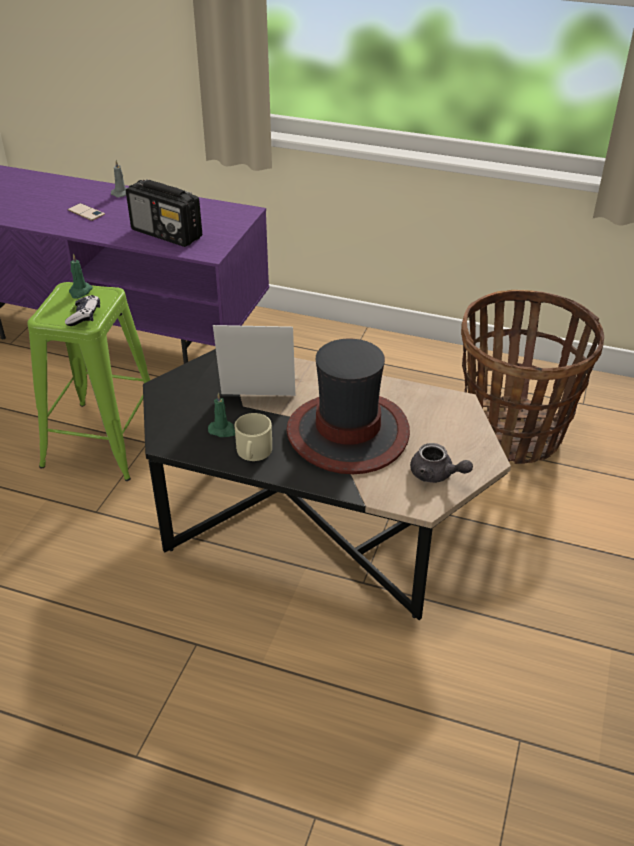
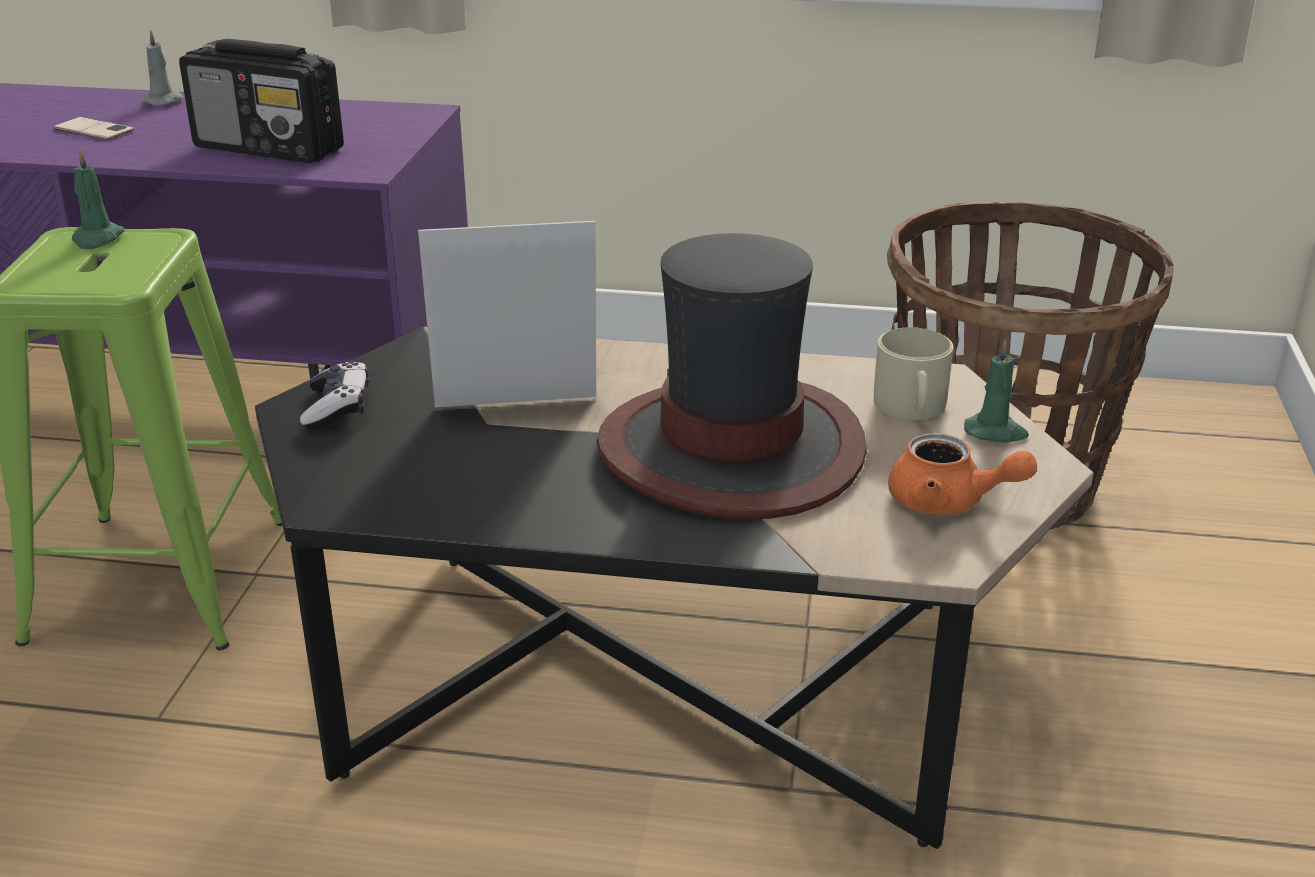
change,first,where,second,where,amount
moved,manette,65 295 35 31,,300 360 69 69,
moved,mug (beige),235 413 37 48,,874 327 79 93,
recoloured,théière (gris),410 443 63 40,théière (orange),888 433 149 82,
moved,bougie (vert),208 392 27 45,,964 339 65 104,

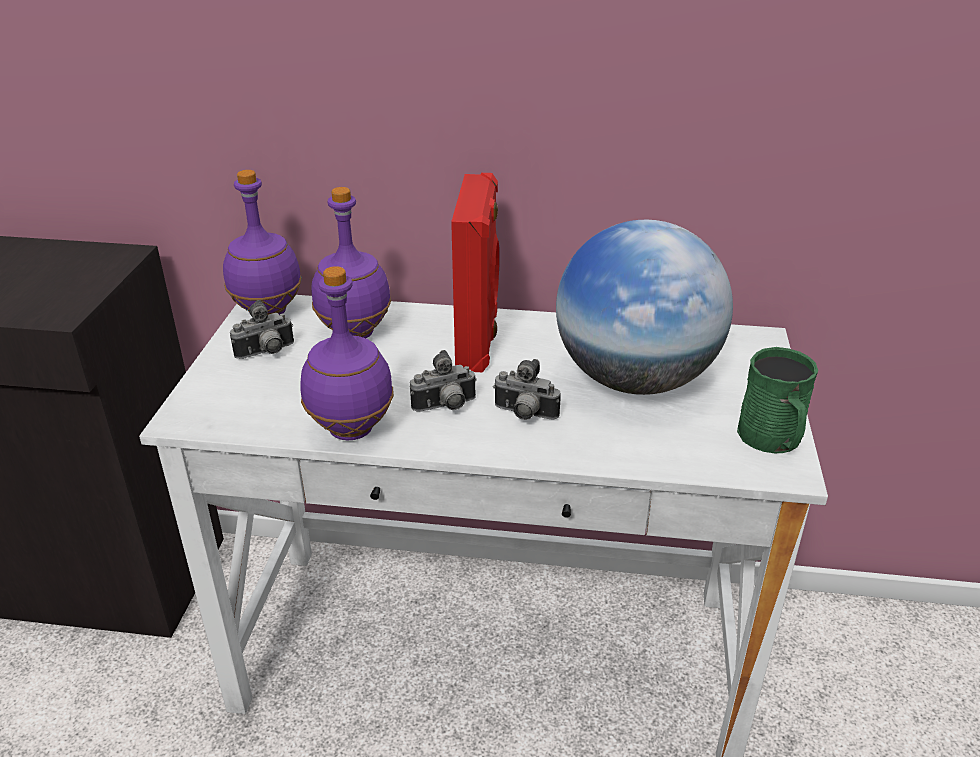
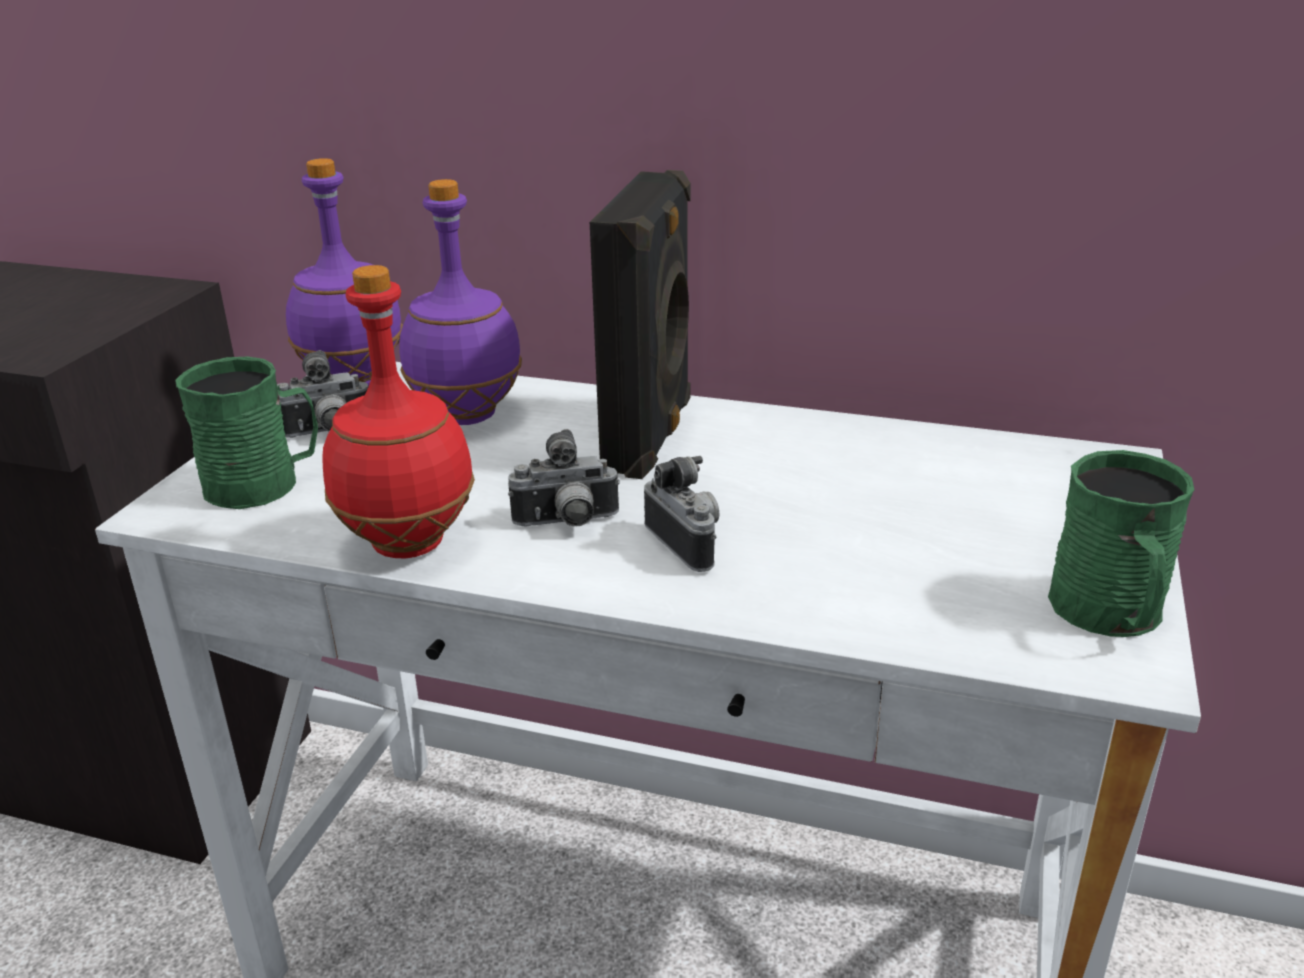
change,first,where,second,where,amount
added,,,mug (vert),175 356 143 153,
recoloured,bouteille (violet),300 266 94 174,bouteille (rouge),322 265 153 293,
recoloured,enceinte (rouge),451 173 48 199,enceinte (noir),590 170 100 309,
turned,appareil photo,493 359 68 61,,644 456 75 116,150 degrees counterclockwise
removed,globe,556 220 177 175,,,

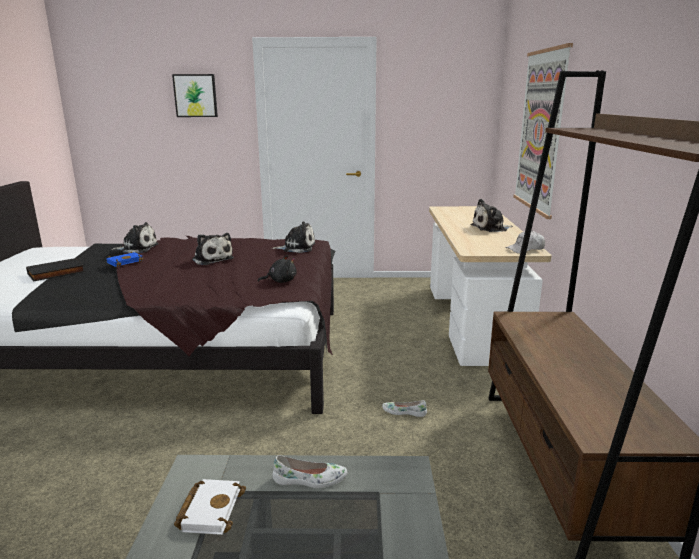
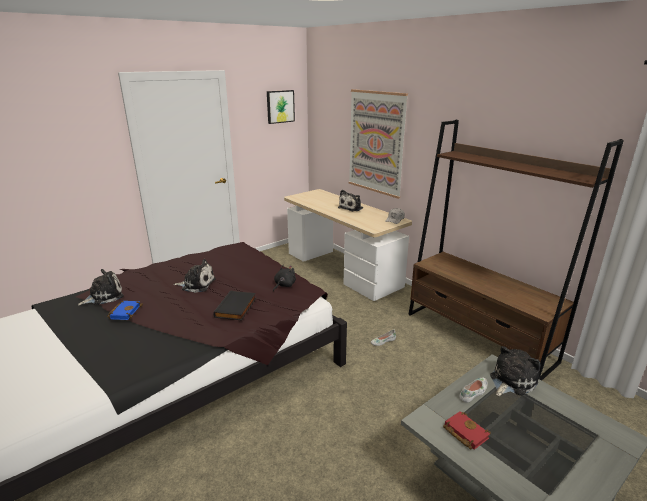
change,first,where,second,where,amount
moved,livre (noir),26 258 59 23,,213 290 43 31,
moved,tableau,172 74 46 43,,267 90 28 34,
recoloured,livre (blanc),174 479 72 56,livre (rouge),443 411 48 39,
moved,peluche,272 221 43 32,,490 346 51 50,

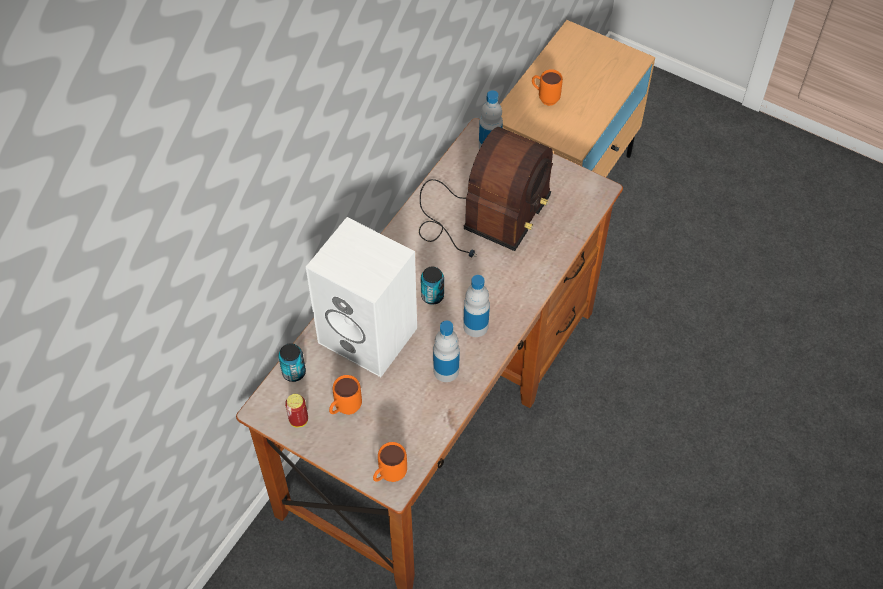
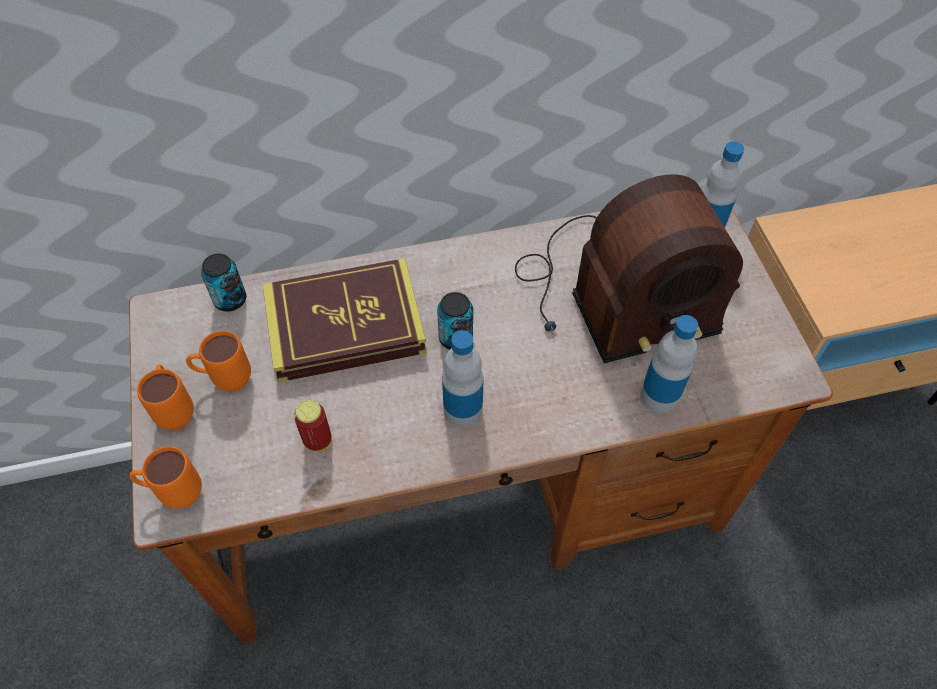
change,first,where,second,where,amount
moved,mug (orange),532 69 31 37,,137 364 57 66,
replaced,enceinte (blanc),306 217 111 160,livre,263 258 163 124,
moved,boîte métallique,285 394 23 33,,294 400 38 52,
moved,bouteille,433 321 27 61,,640 315 58 98,

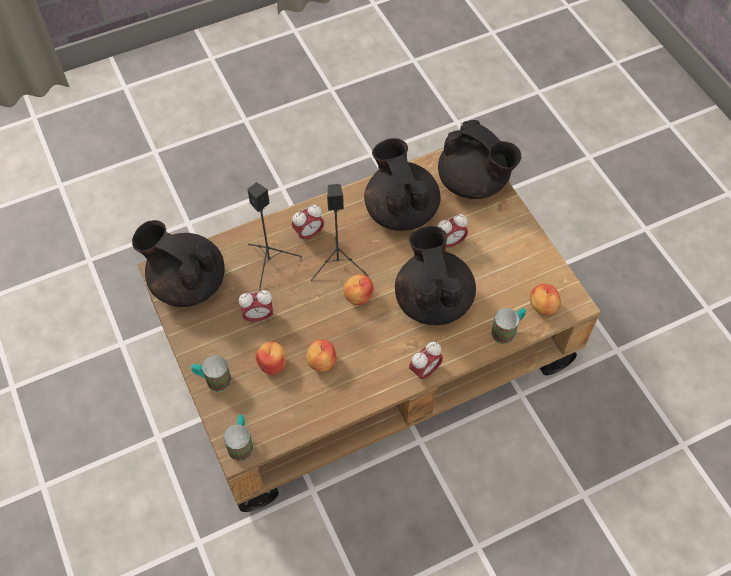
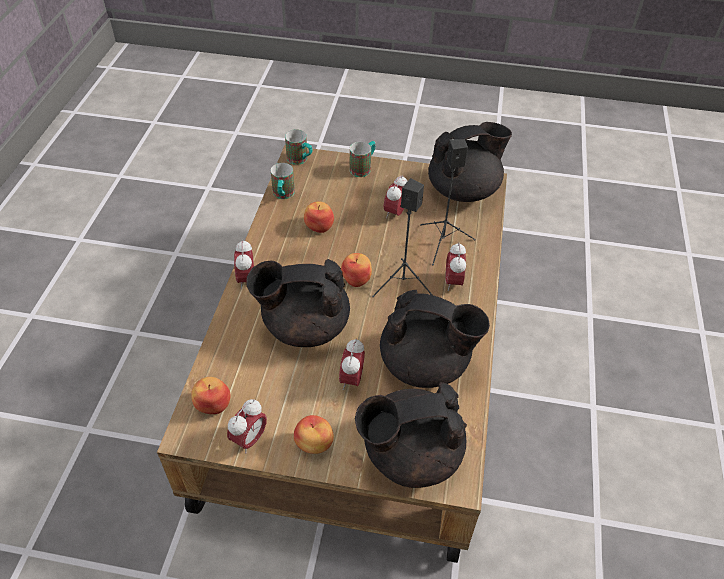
change,first,where,second,where,amount
added,,,réveil,227 399 40 55,
turned,théière (noir),395 226 81 99,,246 259 104 88,150 degrees clockwise
moved,mug,491 308 35 36,,271 163 24 36,
moved,pomme,256 342 30 33,,294 415 40 39,

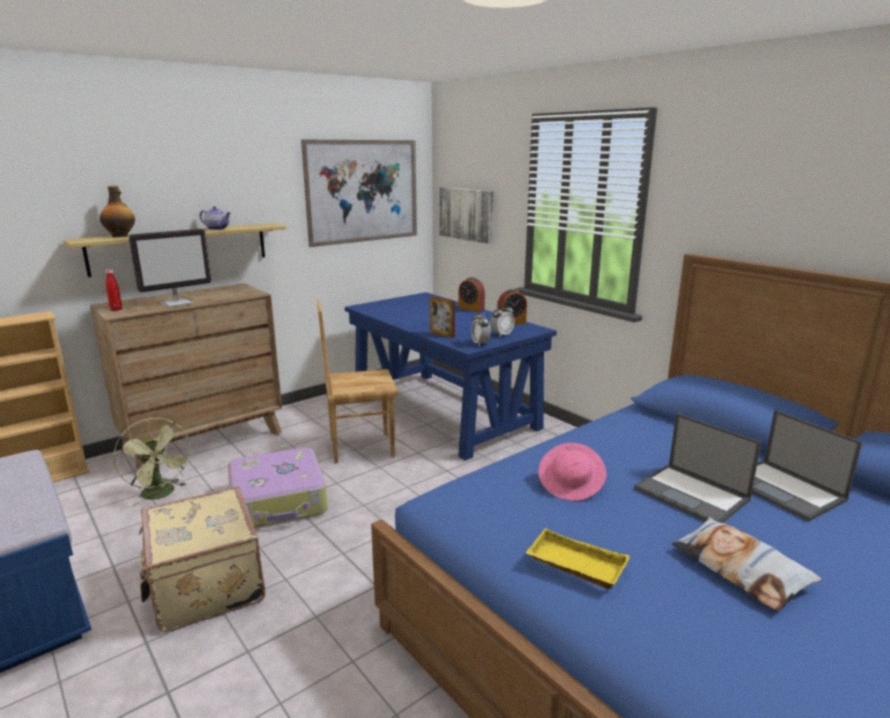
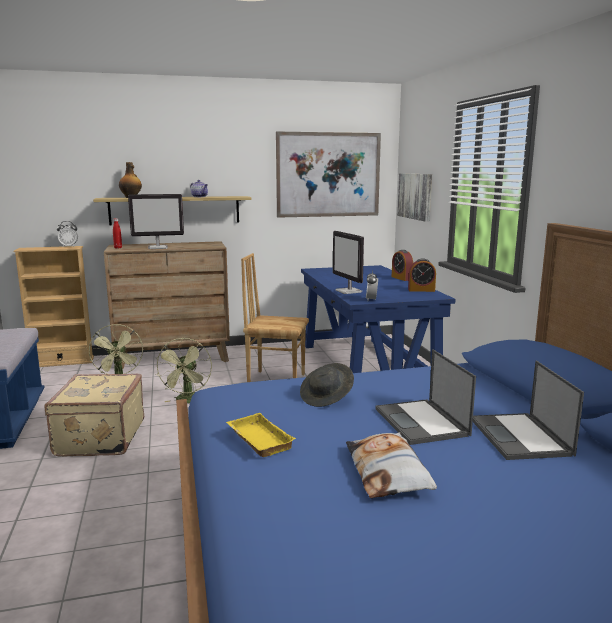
change,first,where,second,where,amount
moved,réveil,490 303 25 33,,57 221 21 26,
replaced,valise,227 447 101 81,ventilateur (vert),155 338 57 65,
recoloured,chapeau (rose),538 443 68 58,chapeau (gris),300 363 54 44,
replaced,cadre photo,430 296 25 42,écran d'ordinateur,333 231 31 63,

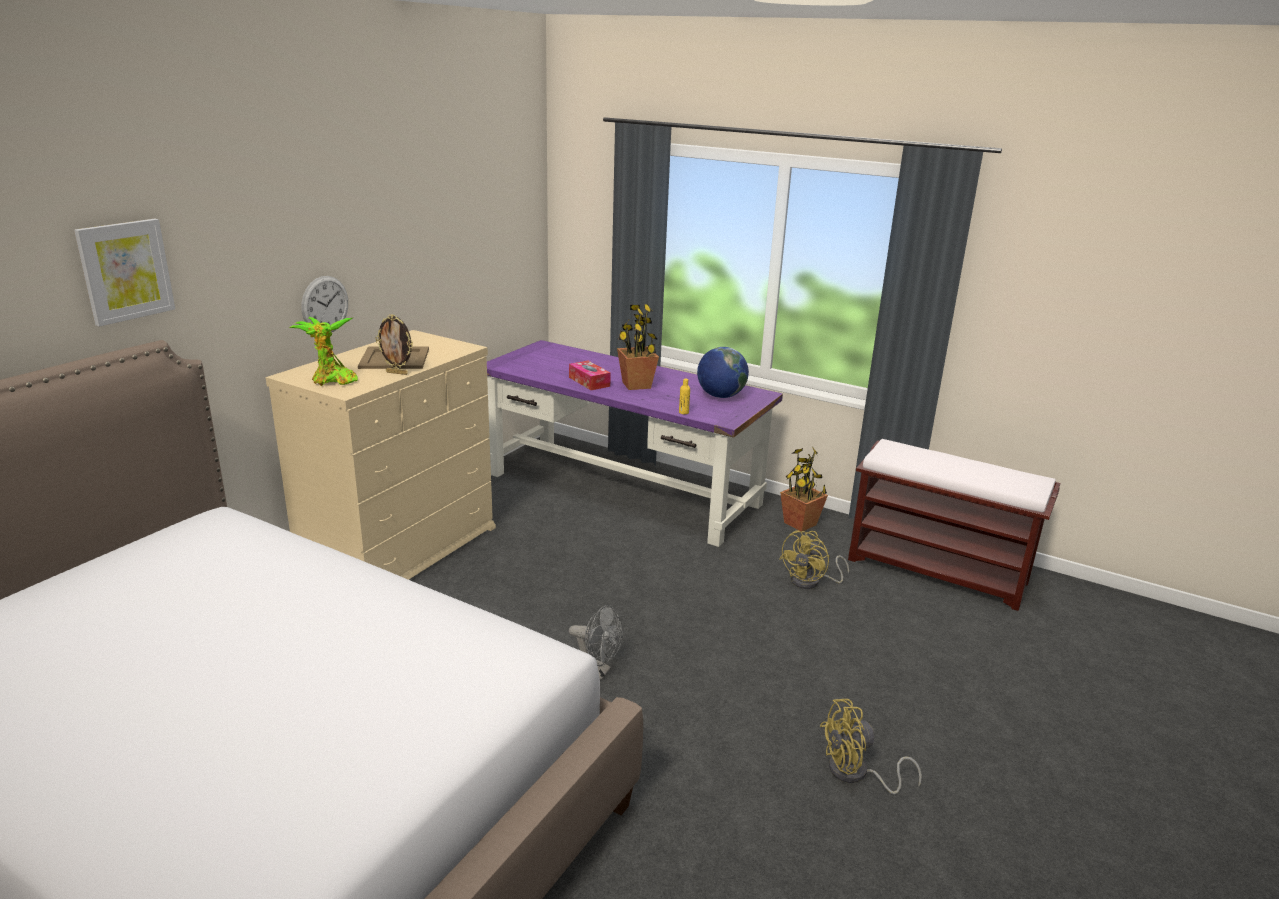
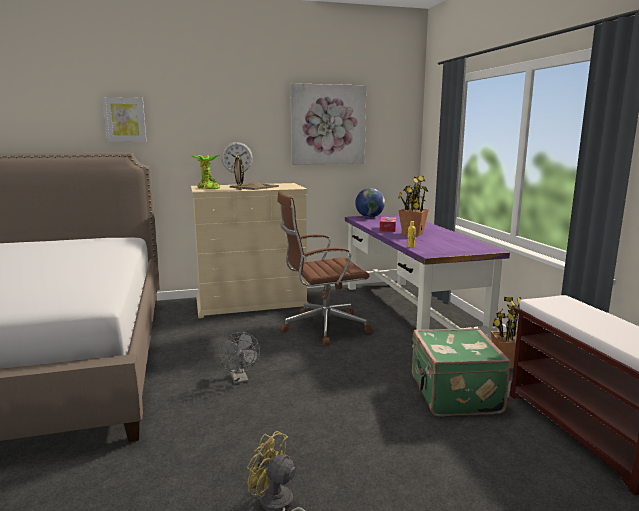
change,first,where,second,where,amount
added,,,chaise de bureau (marron),277 191 95 155,
added,,,tableau,290 83 76 82,
moved,globe,697 347 52 51,,355 188 30 29,
replaced,ventilateur (jaune),779 530 70 59,valise (vert),412 328 99 88,

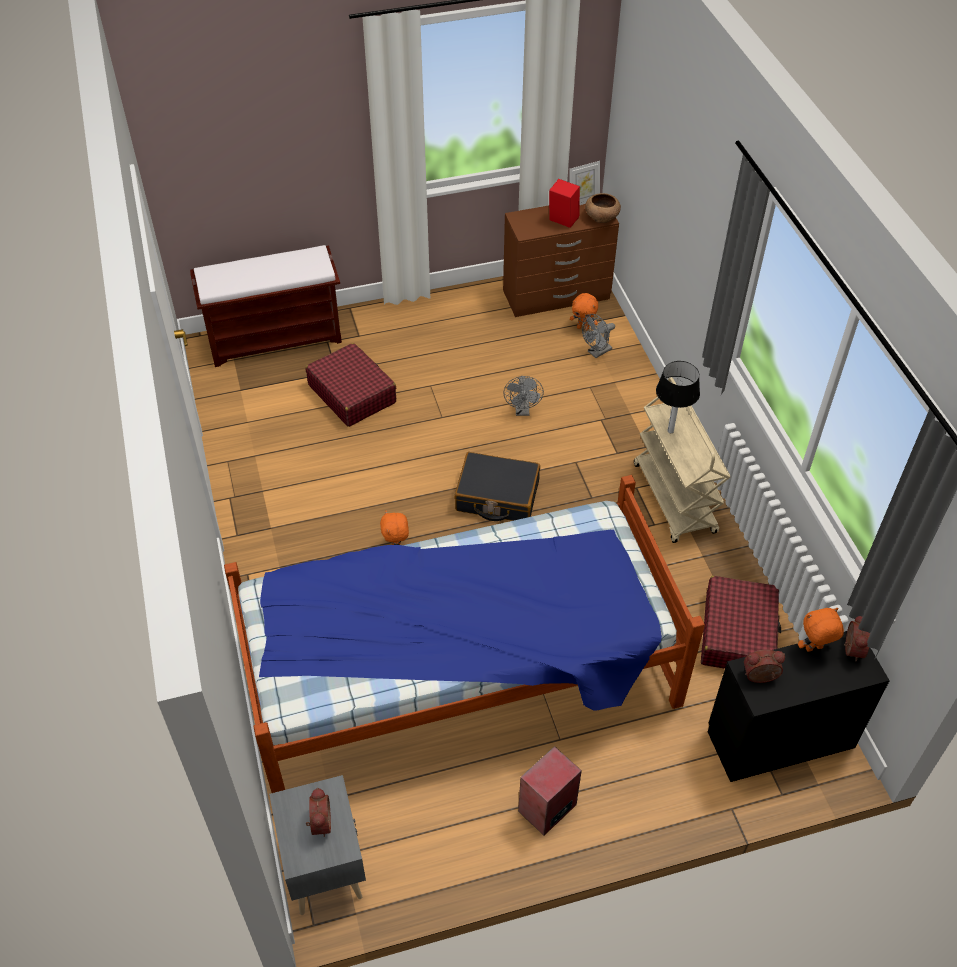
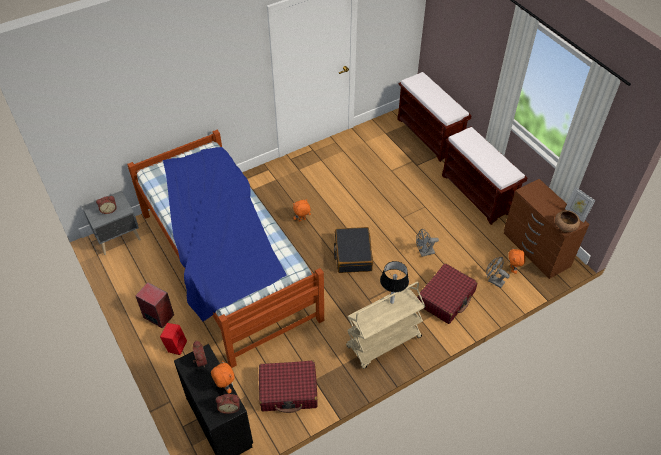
change,first,where,second,where,amount
moved,enceinte (rouge),549 179 31 49,,160 323 27 32,
moved,valise (rouge),306 343 90 84,,417 263 60 61,
added,,,banc (marron),442 127 85 98,

